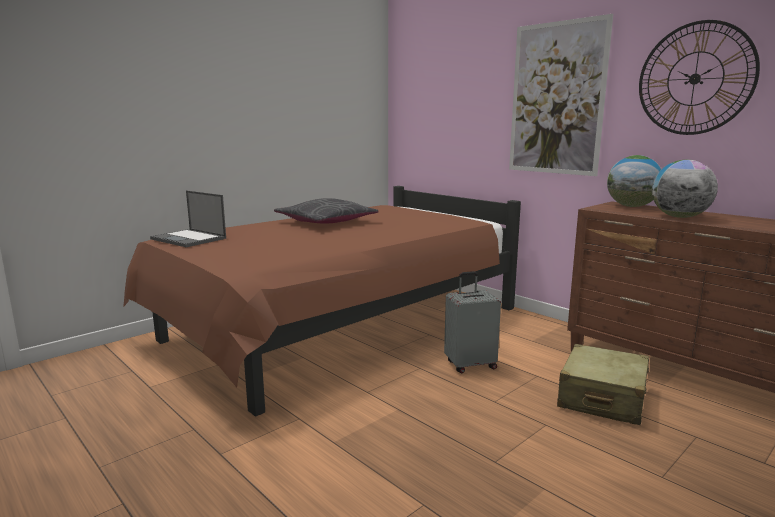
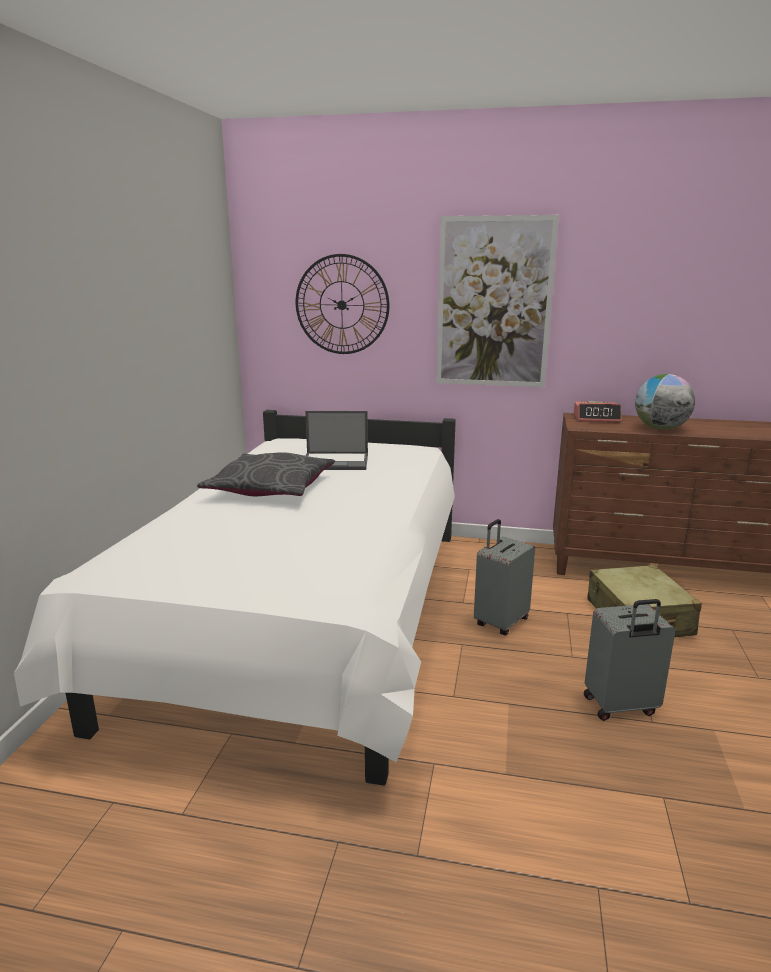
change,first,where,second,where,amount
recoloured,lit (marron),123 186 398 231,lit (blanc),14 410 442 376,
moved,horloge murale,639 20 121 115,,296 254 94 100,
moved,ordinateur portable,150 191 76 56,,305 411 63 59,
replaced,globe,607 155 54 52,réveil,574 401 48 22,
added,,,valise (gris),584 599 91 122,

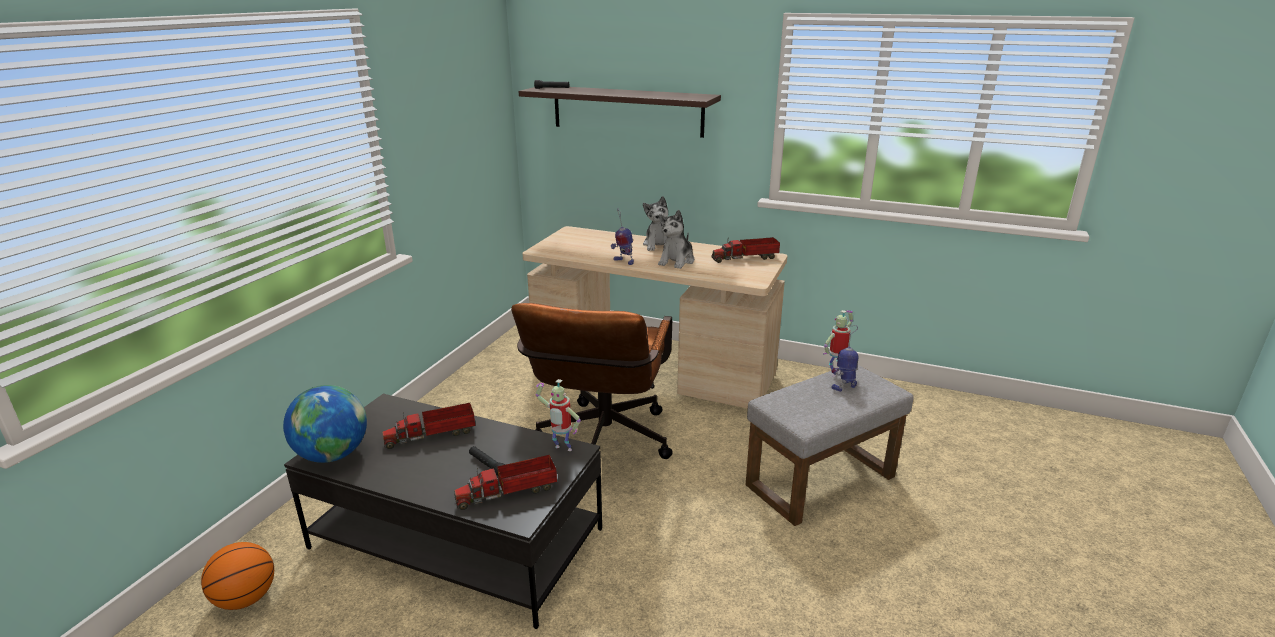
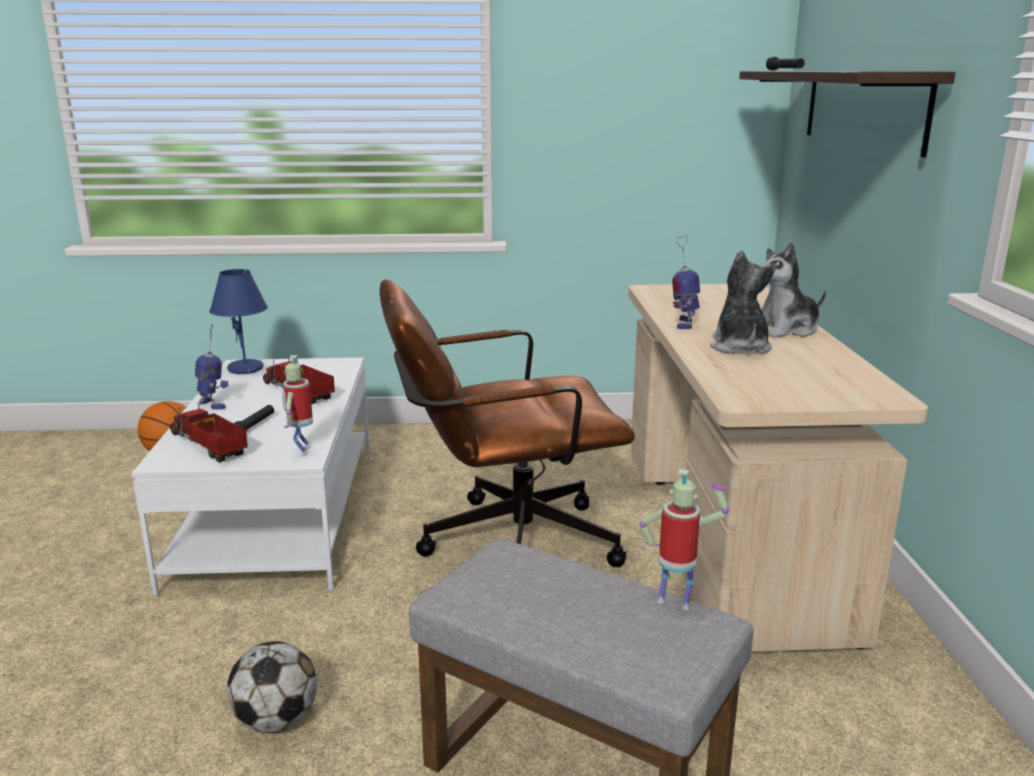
change,first,where,second,where,amount
recoloured,table basse (noir),284 394 318 235,table basse (blanc),131 358 239 238,
moved,robot jouet,831 325 28 67,,195 324 34 86,
replaced,globe,283 385 84 78,lampe de table (bleu),210 269 58 105,
added,,,ballon de foot,227 641 90 92,
turned,peluche,658 210 36 59,,710 251 67 103,90 degrees clockwise
removed,camion jouet,711 237 69 26,,,

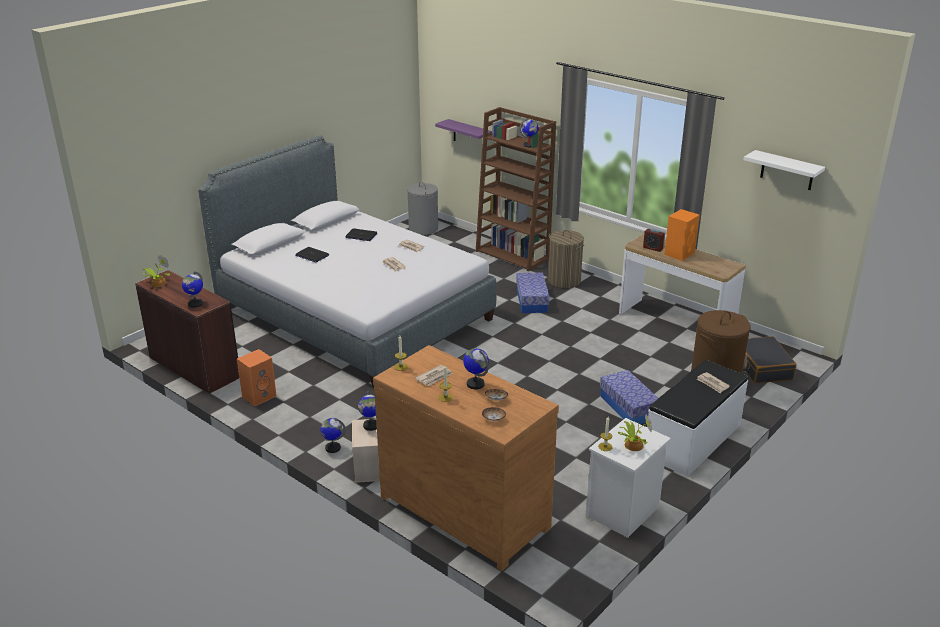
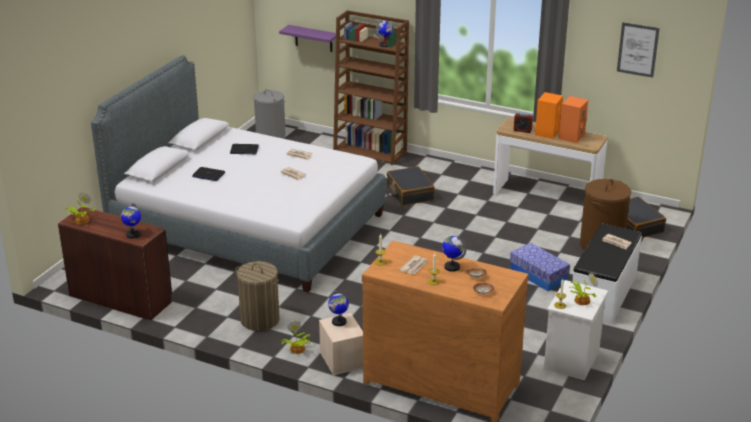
change,first,where,second,where,amount
moved,panier à linge,548 230 36 58,,235 261 45 70,
replaced,globe,320 418 26 35,plante en pot,282 321 28 33,
replaced,boîte de rangement,516 272 33 41,valise (noir),387 166 48 40,
moved,enceinte (orange),237 349 40 57,,559 96 29 47,
replaced,étagère (blanc),743 150 82 40,tableau,617 22 43 56,

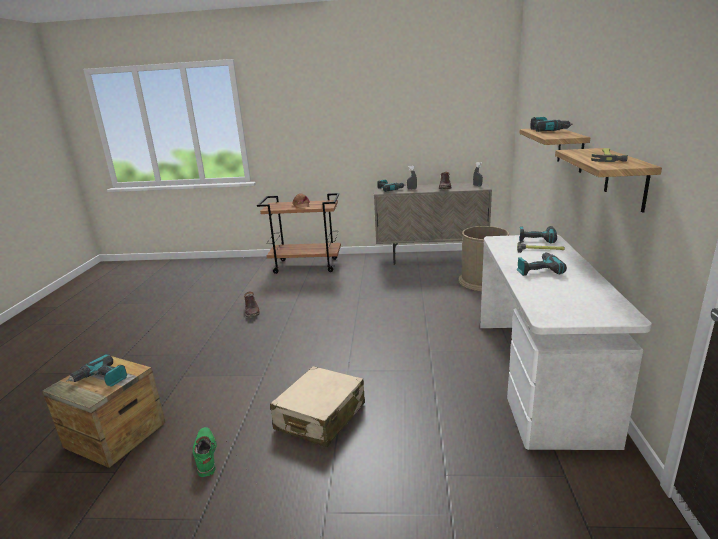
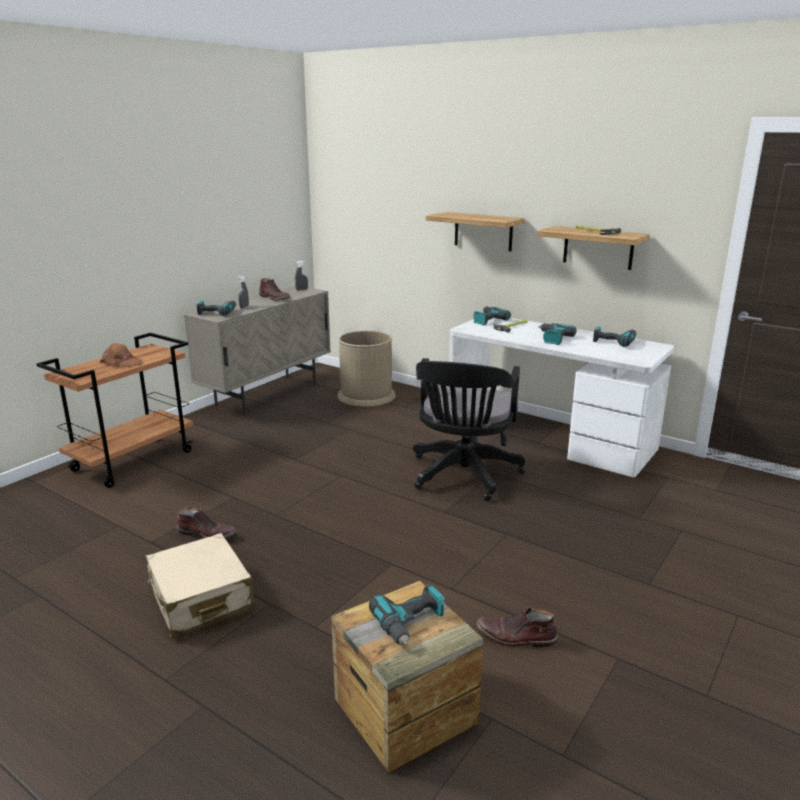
change,first,where,second,where,amount
moved,valise (beige),270 366 95 81,,145 533 110 105,
added,,,chaise de bureau (noir),413 358 113 143,
recoloured,botte (vert),193 427 23 50,botte (marron),477 606 81 42,
moved,perceuse,530 117 43 15,,593 326 43 21,

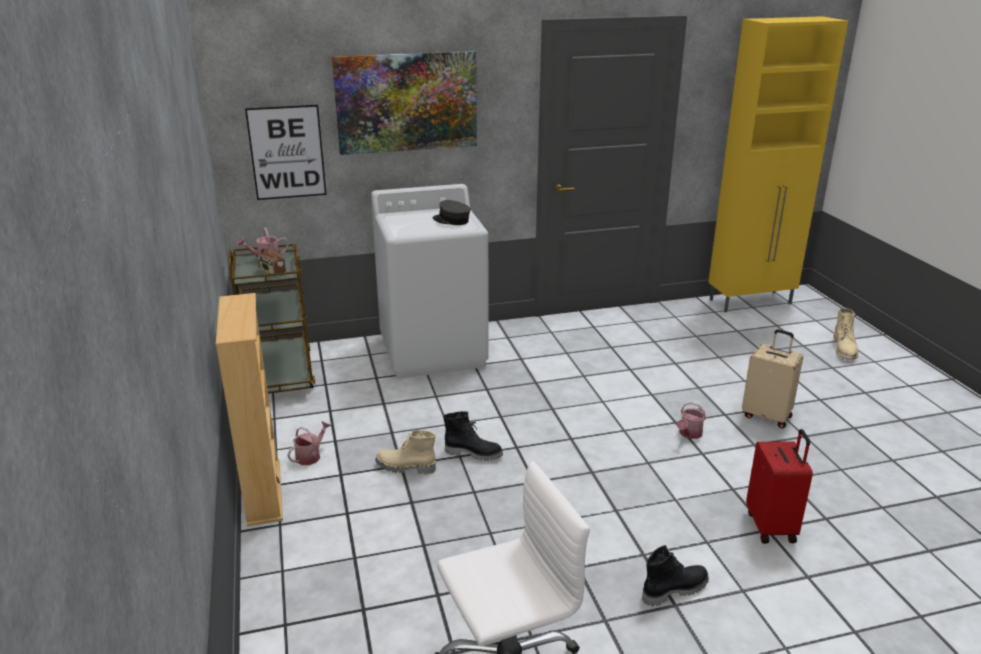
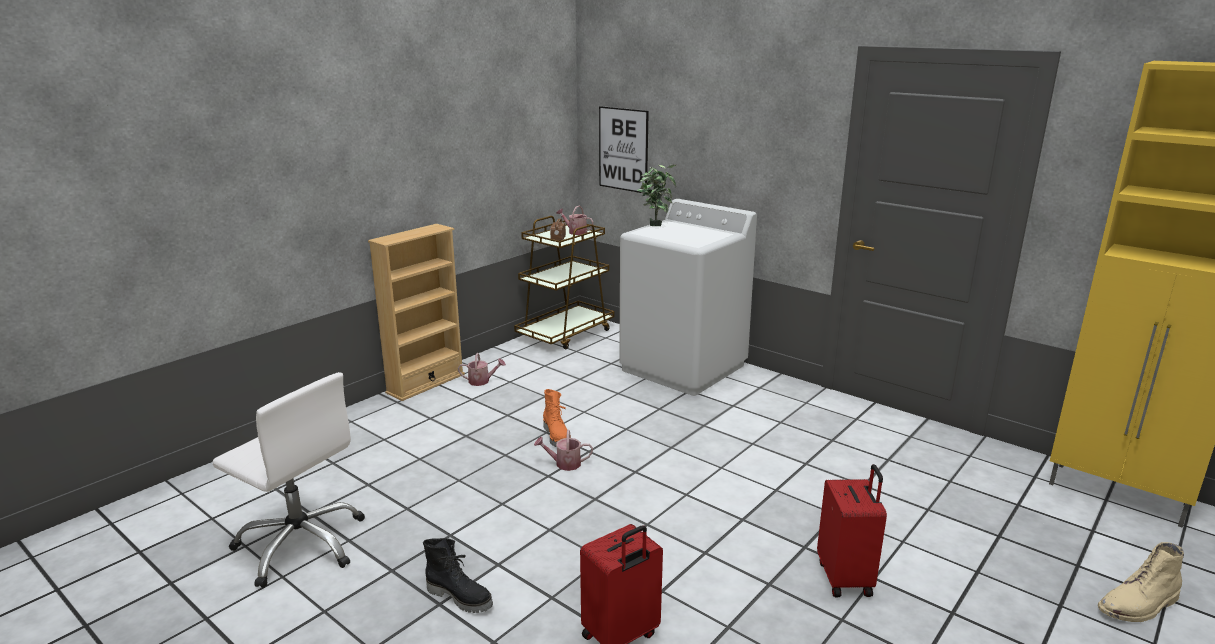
change,first,where,second,where,amount
moved,arrosoir,677 402 29 37,,534 430 59 41,
recoloured,botte (noir),443 411 60 50,botte (orange),543 389 28 58,
added,,,plante en pot,637 164 40 62,
recoloured,valise (beige),742 329 61 100,valise (rouge),817 464 70 133,
removed,tableau,332 51 145 104,,,
removed,botte (beige),376 430 60 44,,,
removed,casquette (gris),433 200 38 25,,,

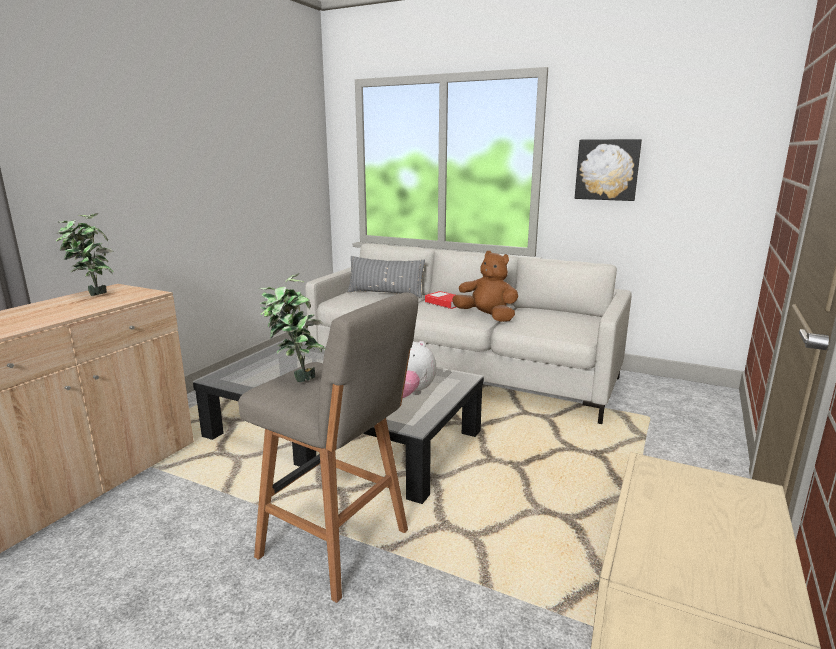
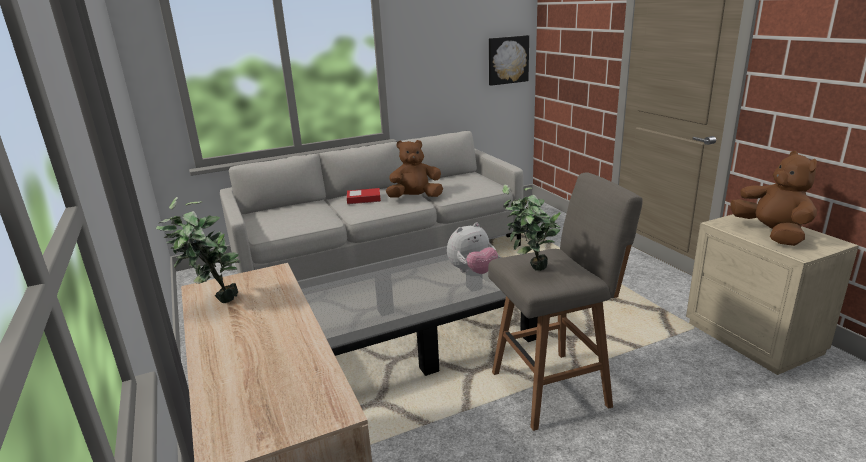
change,first,where,second,where,amount
moved,tableau,575 139 67 62,,489 35 40 51,
added,,,peluche (marron),730 151 87 95,
removed,coussin (gris),348 256 77 42,,,

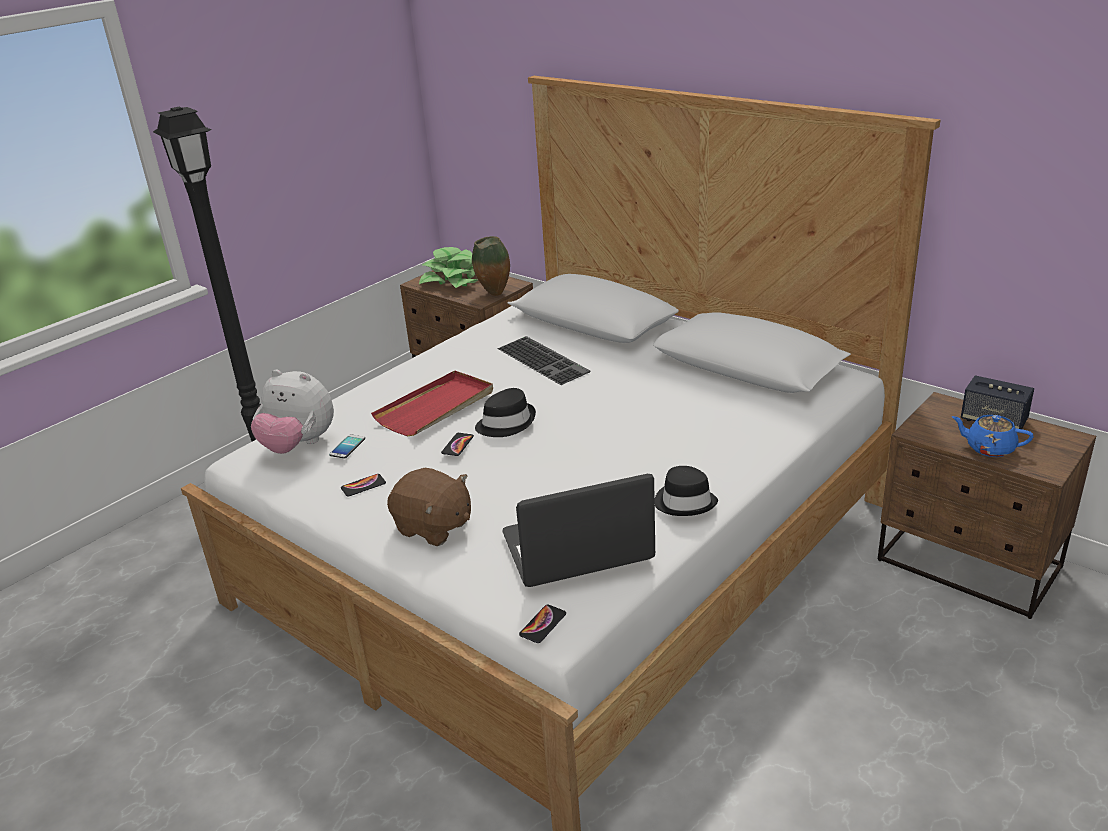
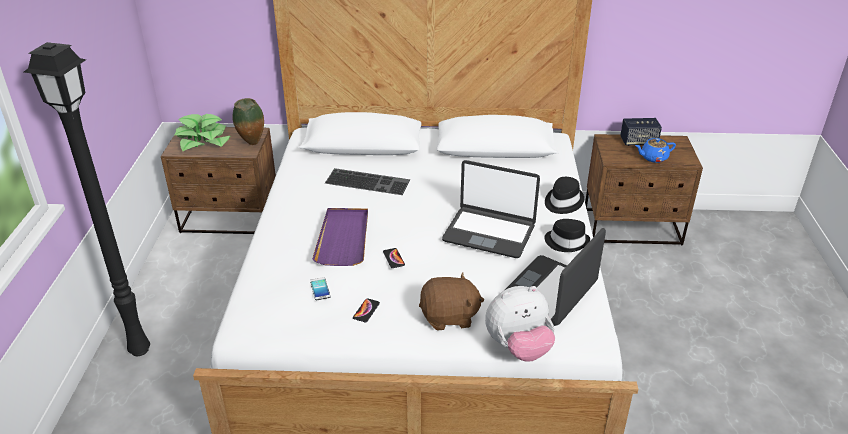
change,first,where,second,where,amount
recoloured,plateau (rouge),371 370 122 66,plateau (violet),312 208 56 58,
added,,,ordinateur portable,442 160 98 98,
moved,peluche,251 370 83 84,,485 286 70 76,
moved,chapeau (noir),475 388 61 49,,545 177 39 37,
removed,téléphone,519 604 47 39,,,

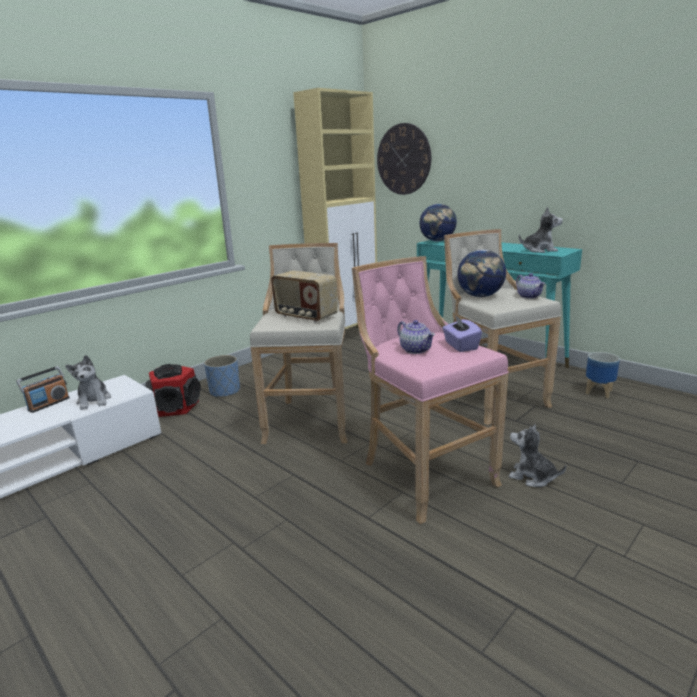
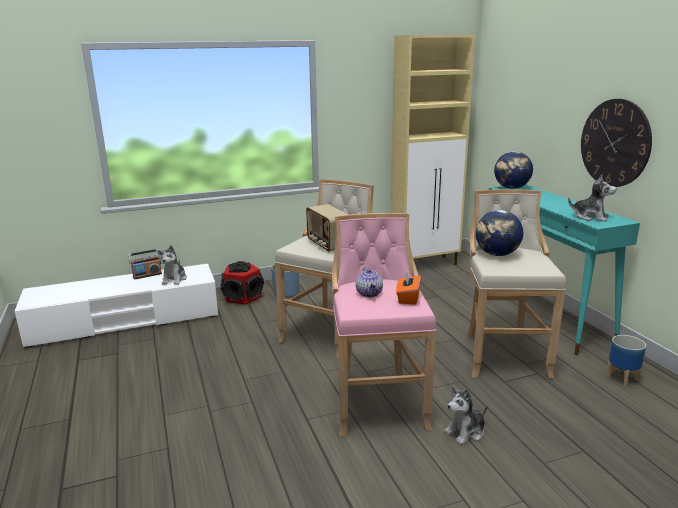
change,first,where,second,where,amount
recoloured,boîte à mouchoirs (violet),442 315 40 37,boîte à mouchoirs (orange),396 271 25 34,
turned,peluche,509 424 57 63,,444 386 43 59,90 degrees counterclockwise
moved,horloge murale,377 123 54 72,,581 99 71 88,
removed,théière,516 273 29 26,,,

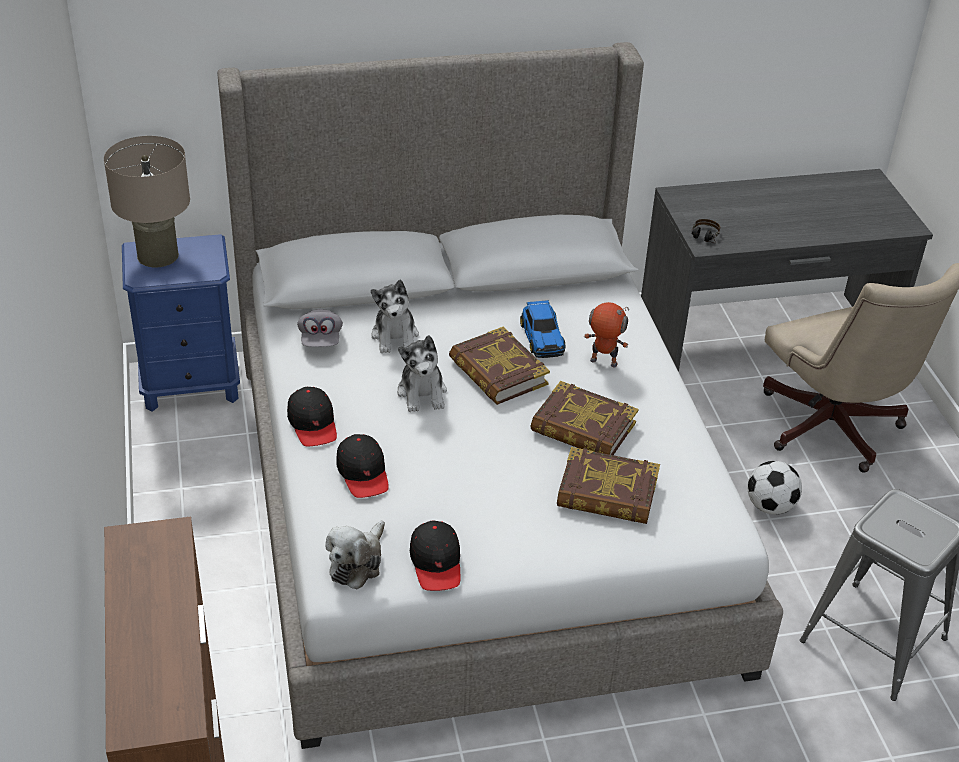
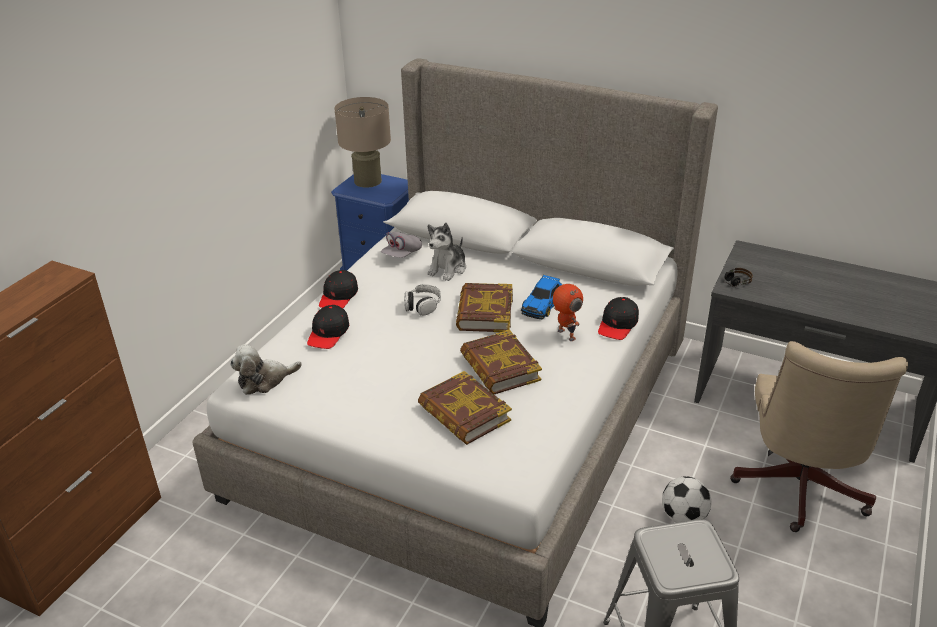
change,first,where,second,where,amount
replaced,peluche,397 335 50 77,casque audio,404 284 37 32,
moved,casquette (noir),410 520 51 71,,598 297 41 43,

